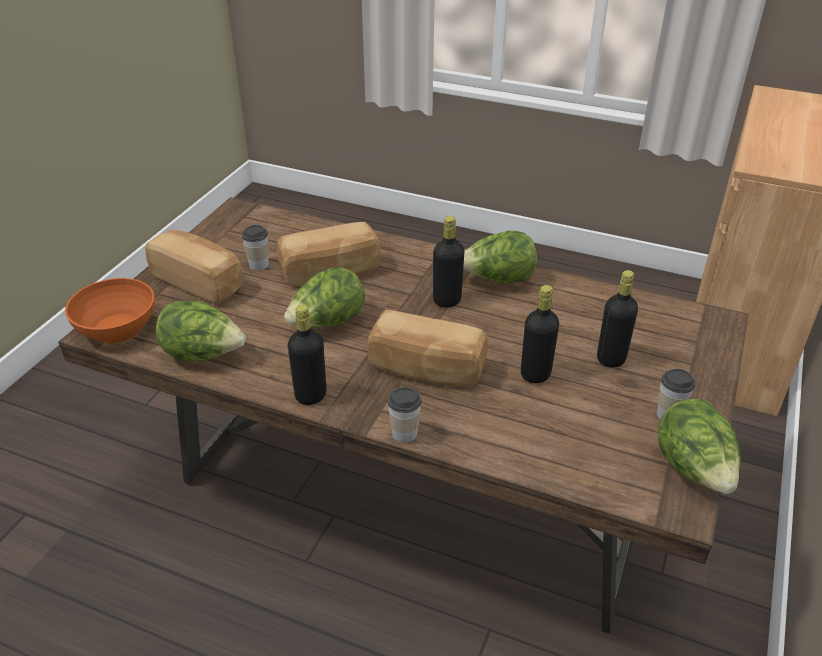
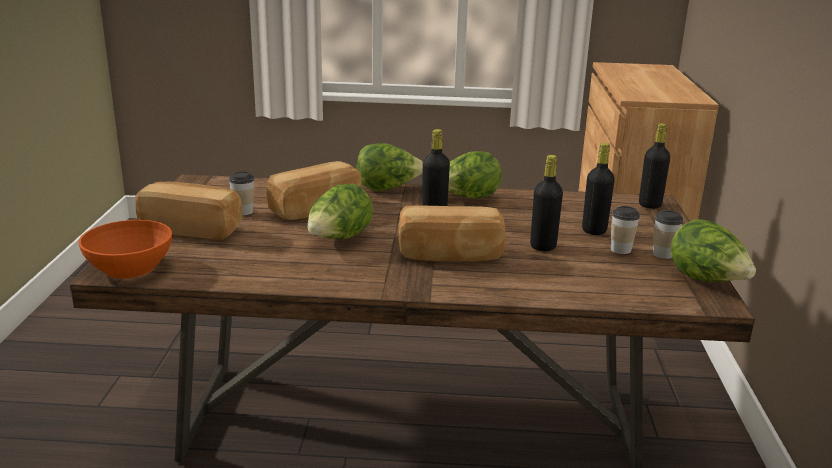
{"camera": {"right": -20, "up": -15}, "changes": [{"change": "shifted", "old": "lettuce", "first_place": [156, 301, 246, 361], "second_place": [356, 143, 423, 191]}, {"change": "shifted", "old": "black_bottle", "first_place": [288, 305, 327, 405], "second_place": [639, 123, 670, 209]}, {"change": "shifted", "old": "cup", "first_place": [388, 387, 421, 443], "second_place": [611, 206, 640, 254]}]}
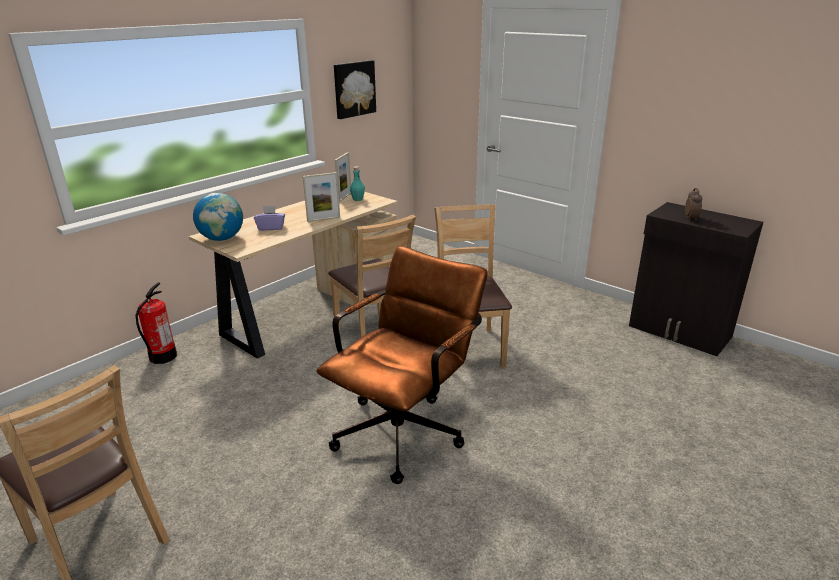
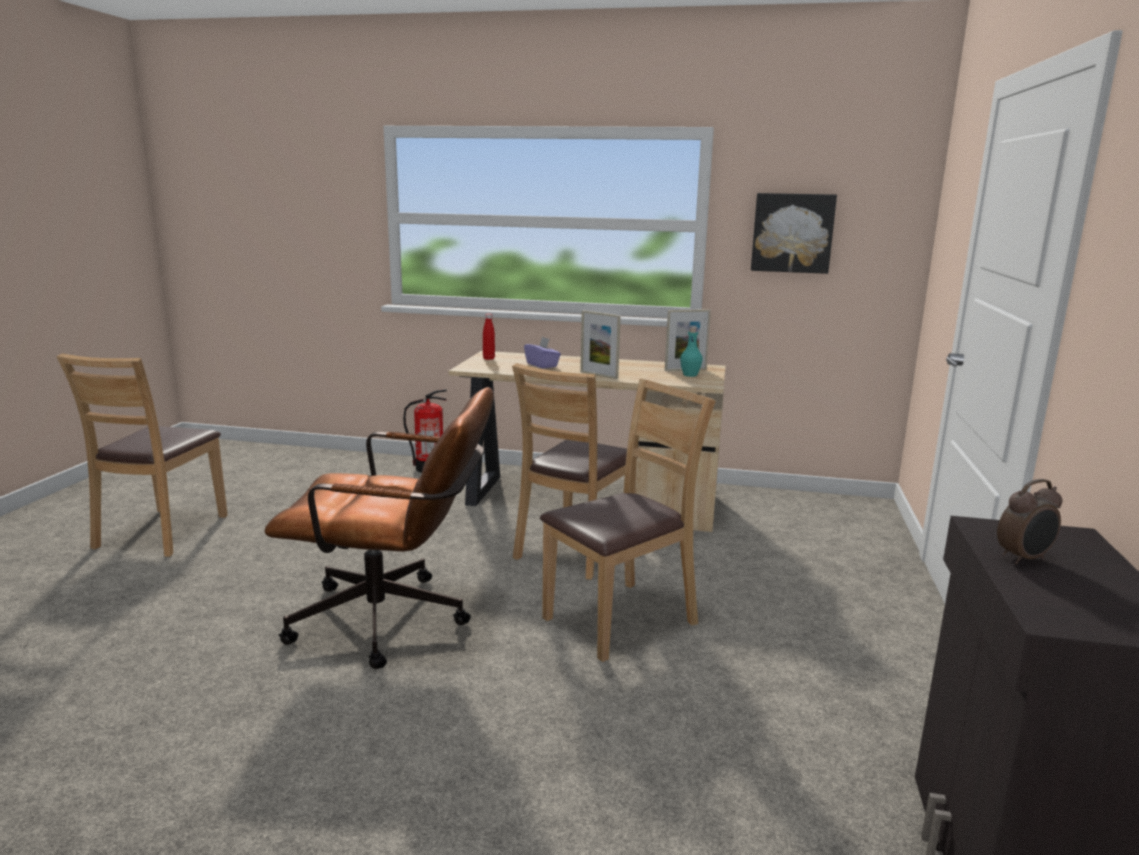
{"camera": {"right": 60, "up": -10}, "changes": [{"change": "swapped", "old": "globe", "new": "red_bottle", "first_place": [193, 193, 243, 241], "second_place": [483, 314, 495, 360]}]}
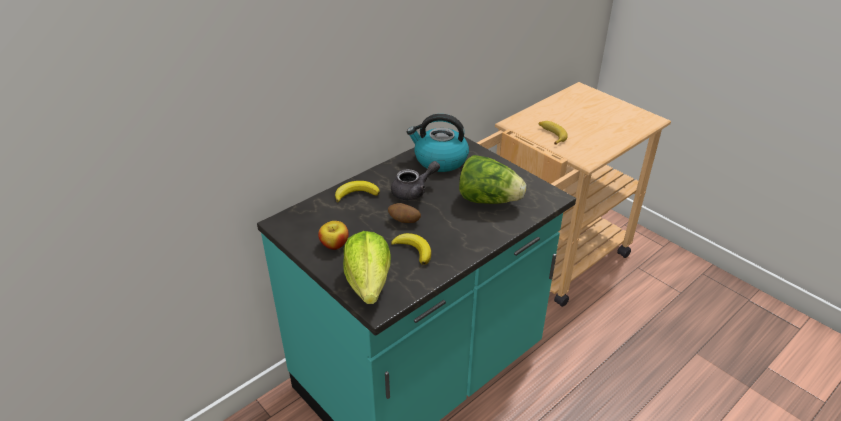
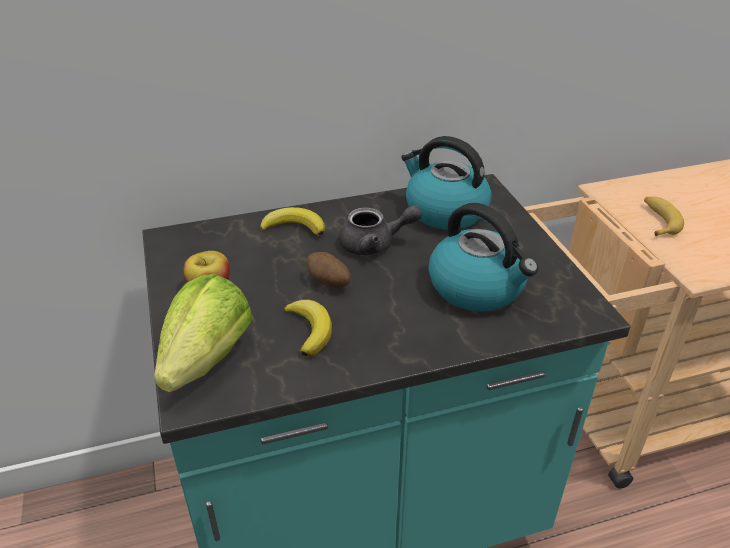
{"camera": {"right": 25, "up": 0}, "changes": [{"change": "swapped", "old": "lettuce", "new": "kettle", "first_place": [459, 155, 526, 204], "second_place": [429, 203, 538, 311]}]}
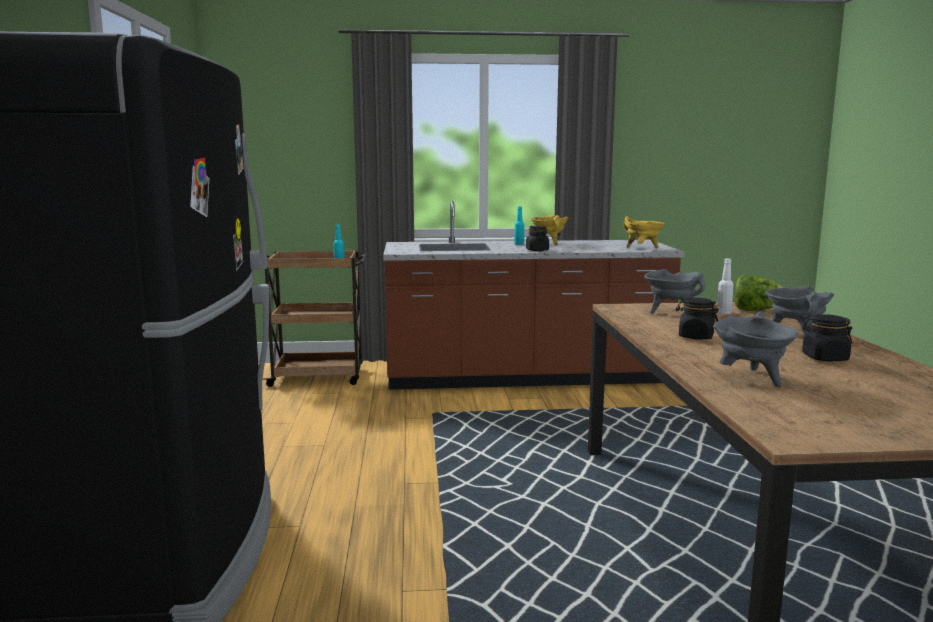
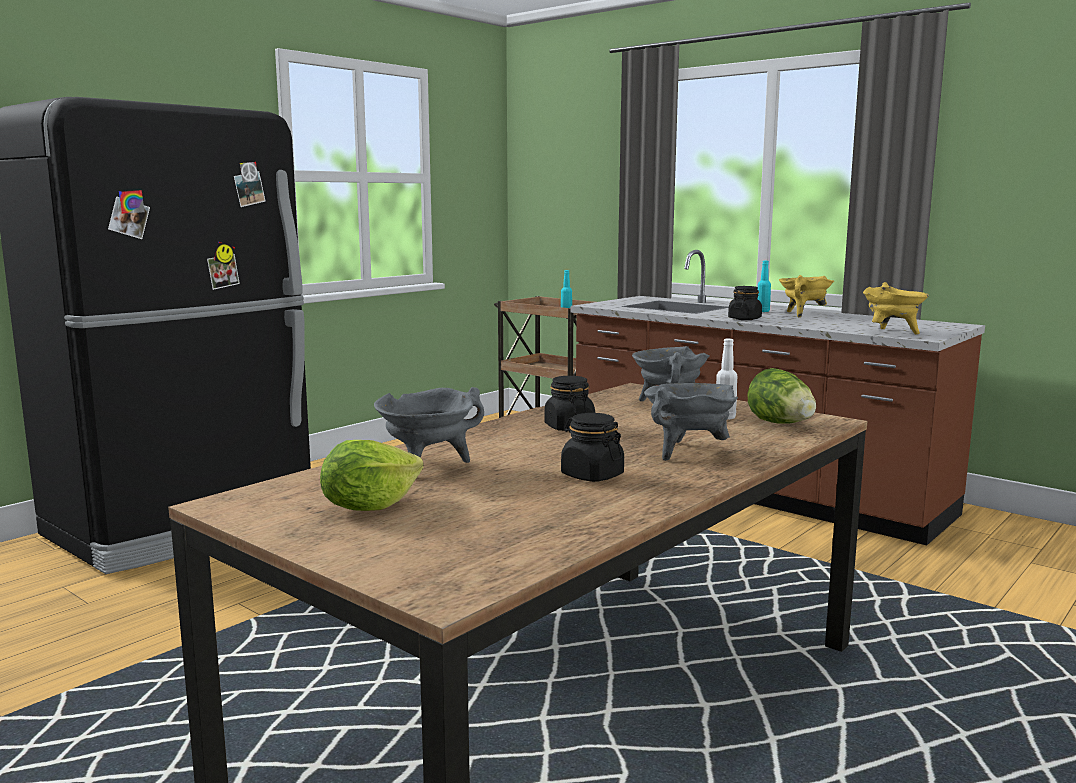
{"camera": {"right": 45, "up": 0}, "changes": [{"change": "new", "new": "lettuce", "second_place": [320, 440, 424, 511]}]}
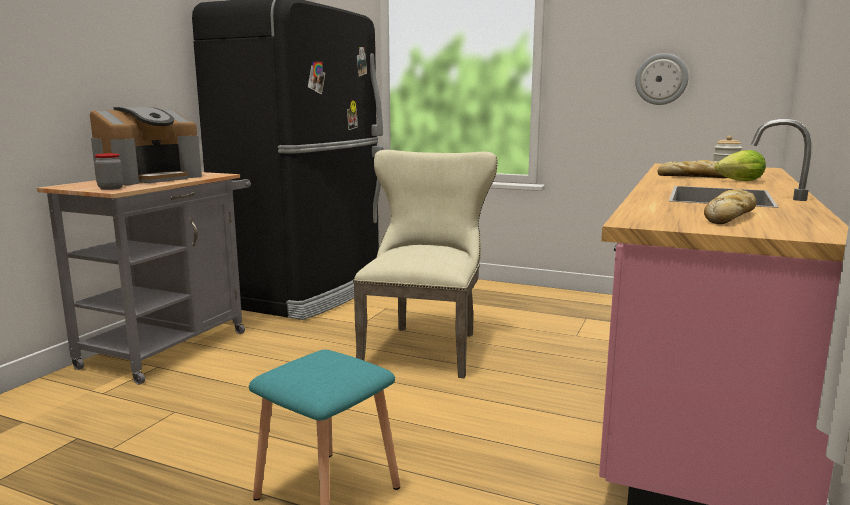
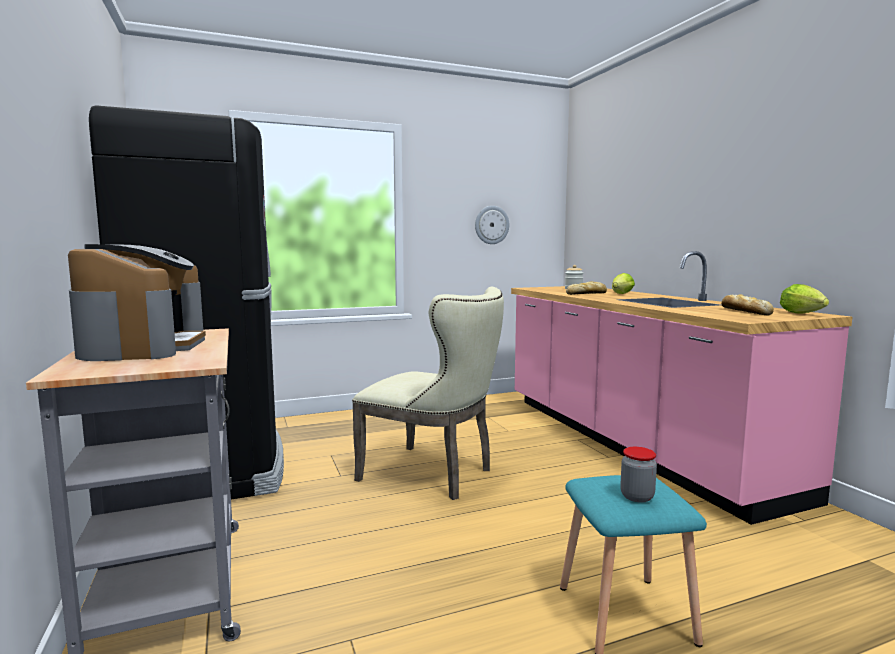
{"camera": {"right": -45, "up": -5}, "changes": [{"change": "rotated", "old": "beige_chair", "first_place": [353, 150, 497, 378], "second_place": [352, 287, 504, 500], "degrees": 150}, {"change": "shifted", "old": "jar", "first_place": [95, 153, 123, 190], "second_place": [620, 447, 657, 503]}, {"change": "new", "new": "lettuce", "second_place": [780, 284, 829, 314]}]}
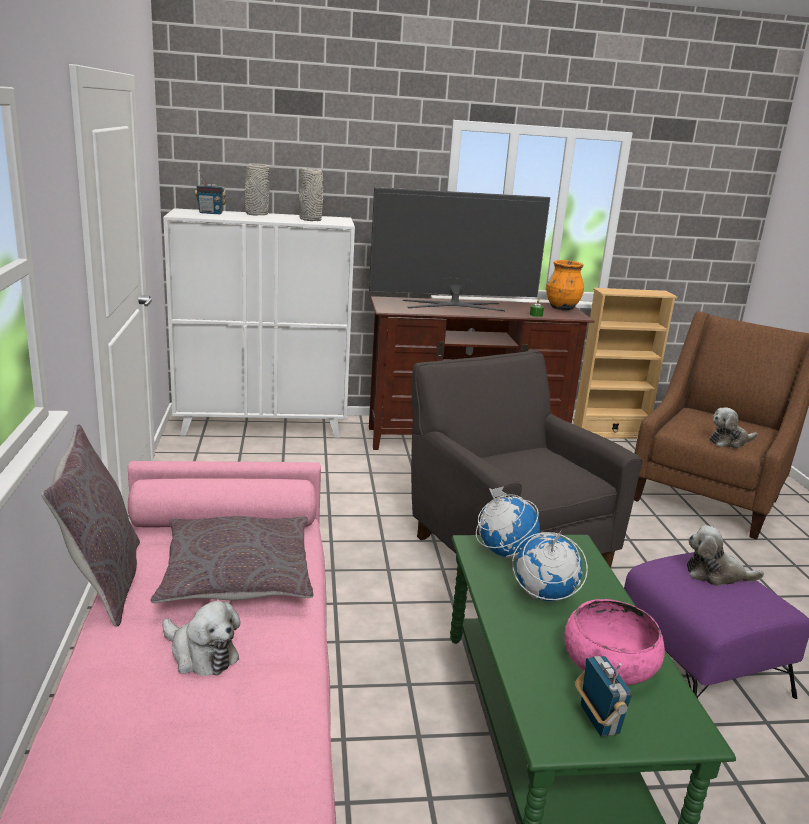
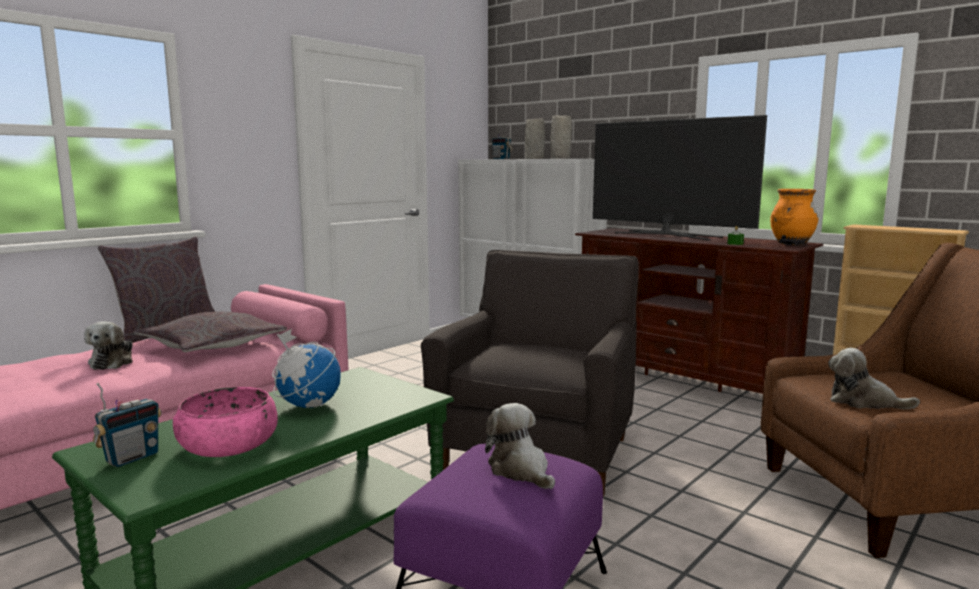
{"camera": {"right": 50, "up": -10}, "changes": [{"change": "gone", "old": "globe", "first_place": [476, 486, 540, 558]}]}
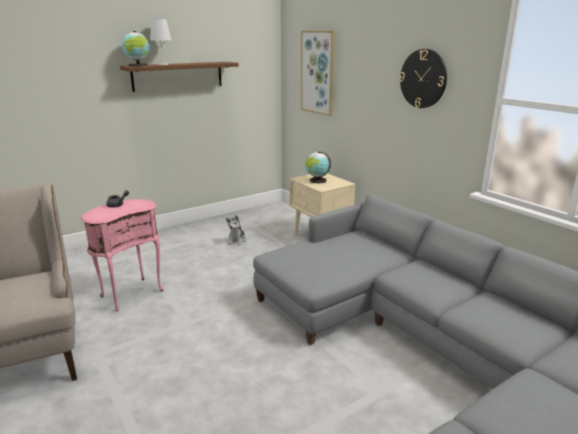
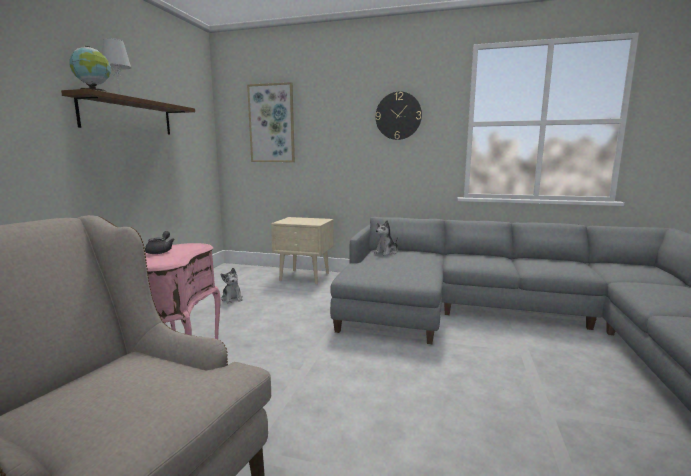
{"camera": {"right": -40, "up": -10}, "changes": [{"change": "gone", "old": "globe", "first_place": [305, 151, 331, 184]}, {"change": "new", "new": "plush_toy", "second_place": [374, 220, 398, 256]}]}
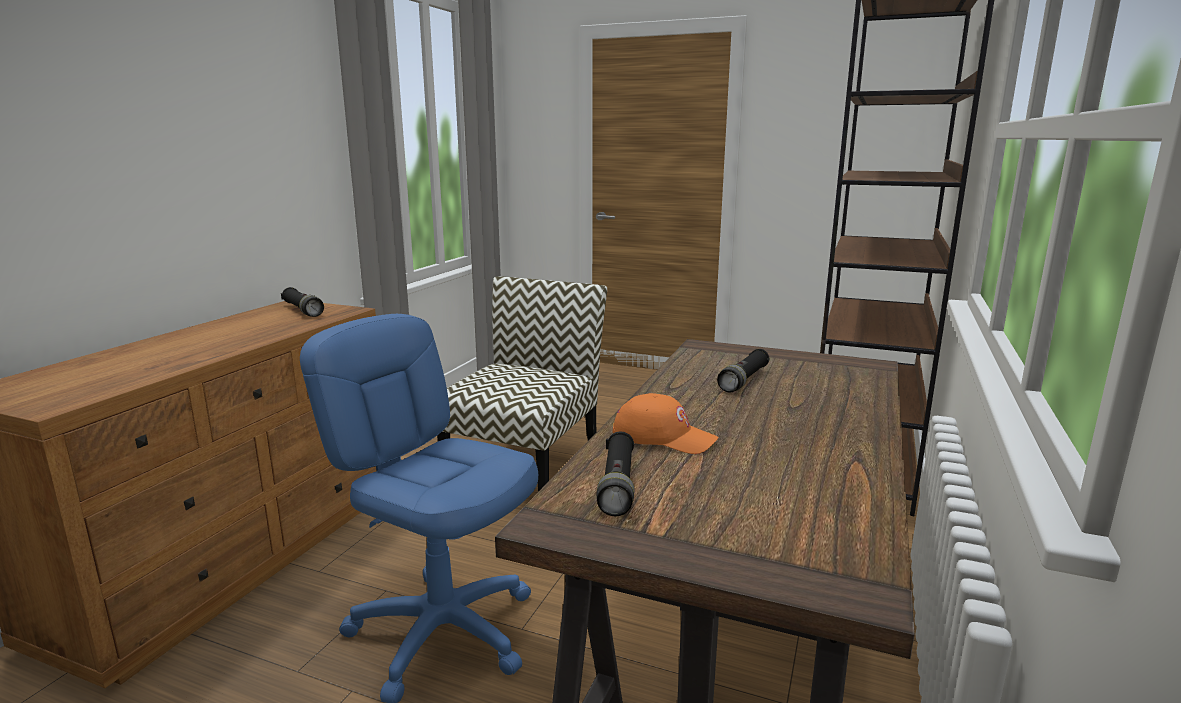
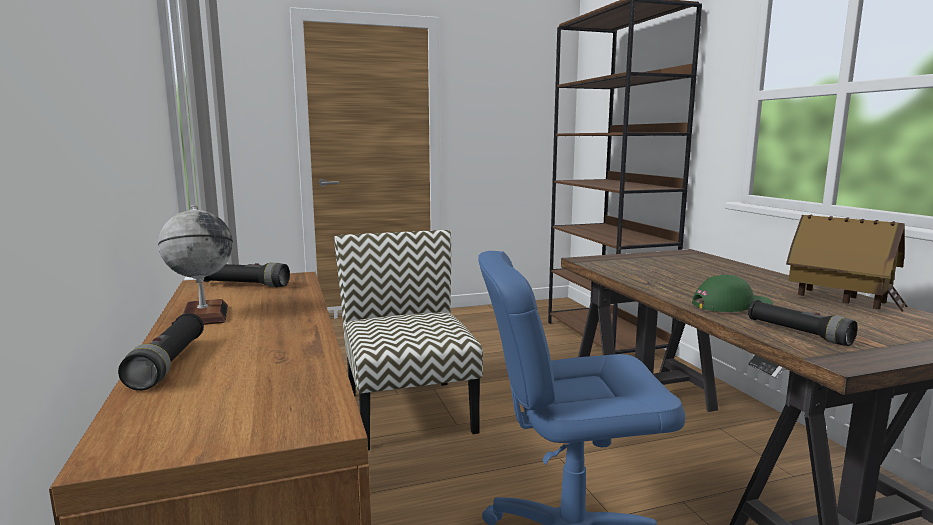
{"camera": {"right": -40, "up": -5}, "changes": [{"change": "shifted", "old": "black_flashlight", "first_place": [717, 349, 769, 392], "second_place": [118, 313, 204, 391]}, {"change": "repainted", "old": "orange_cap", "new": "green_cap", "first_place": [612, 393, 718, 454], "second_place": [692, 275, 773, 312]}, {"change": "new", "new": "globe", "second_place": [158, 205, 233, 325]}, {"change": "new", "new": "toy_house", "second_place": [786, 215, 908, 312]}]}
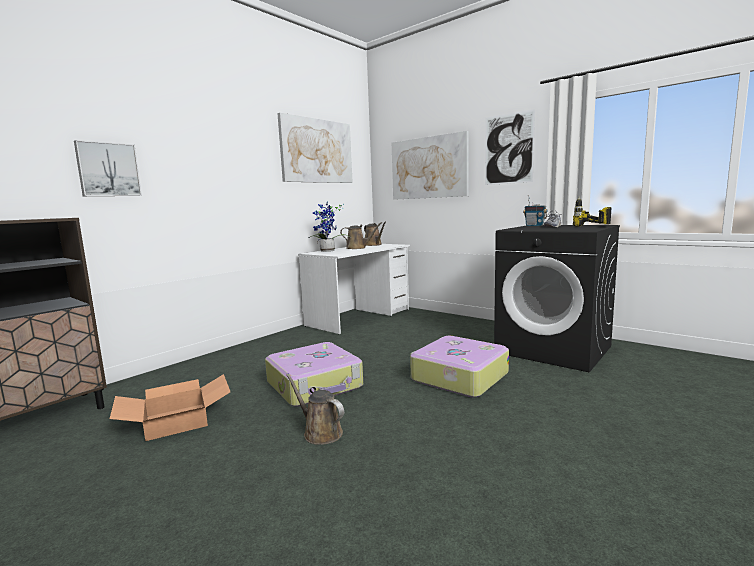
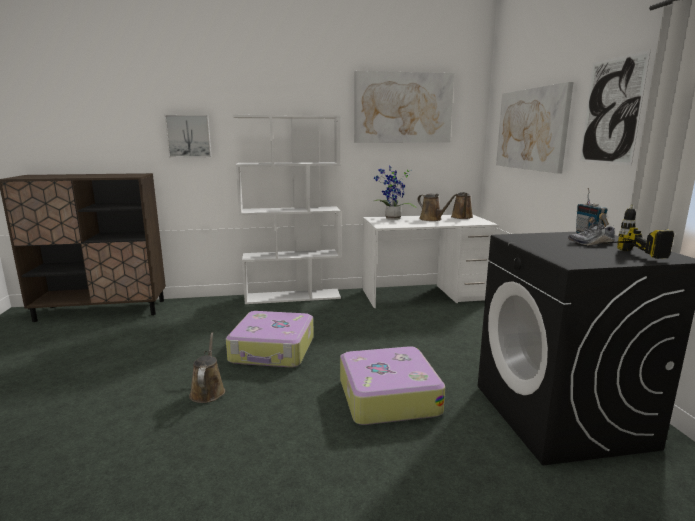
{"camera": {"right": 40, "up": 5}, "changes": [{"change": "gone", "old": "cardboard_box", "first_place": [110, 374, 230, 441]}, {"change": "new", "new": "white_bookcase", "second_place": [232, 115, 341, 304]}]}
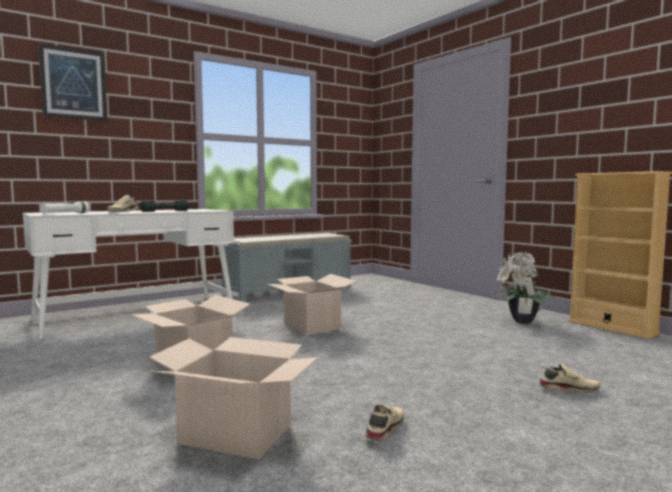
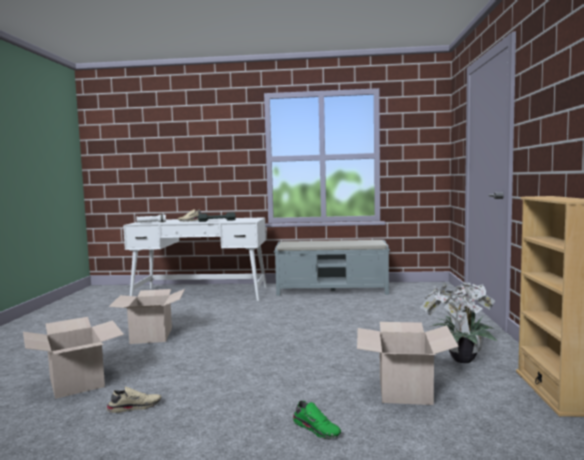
{"camera": {"right": 40, "up": 0}, "changes": [{"change": "gone", "old": "picture", "first_place": [38, 43, 107, 121]}, {"change": "shifted", "old": "cardboard_box", "first_place": [268, 274, 355, 335], "second_place": [357, 322, 459, 405]}, {"change": "repainted", "old": "beige_shoe", "new": "green_shoe", "first_place": [538, 364, 601, 393], "second_place": [293, 400, 341, 439]}]}
